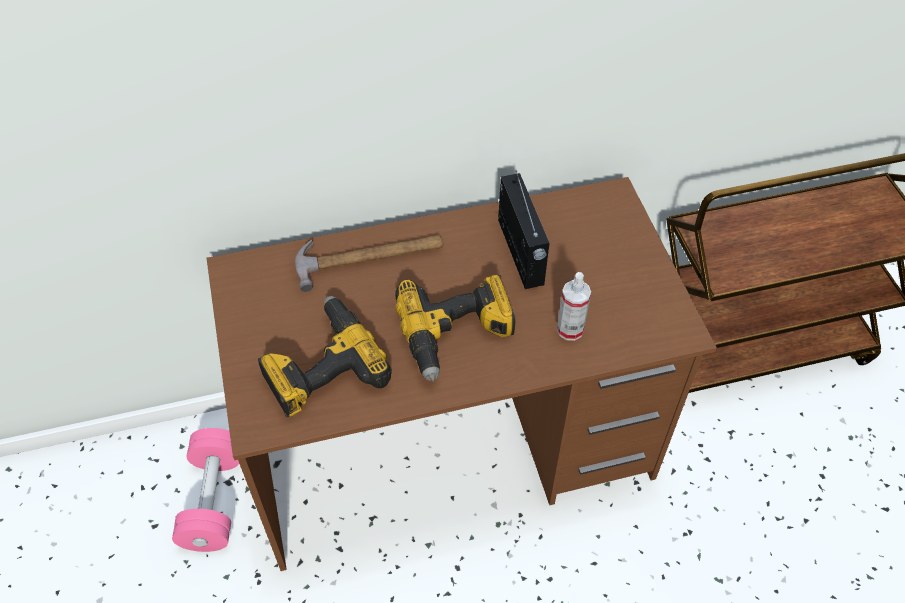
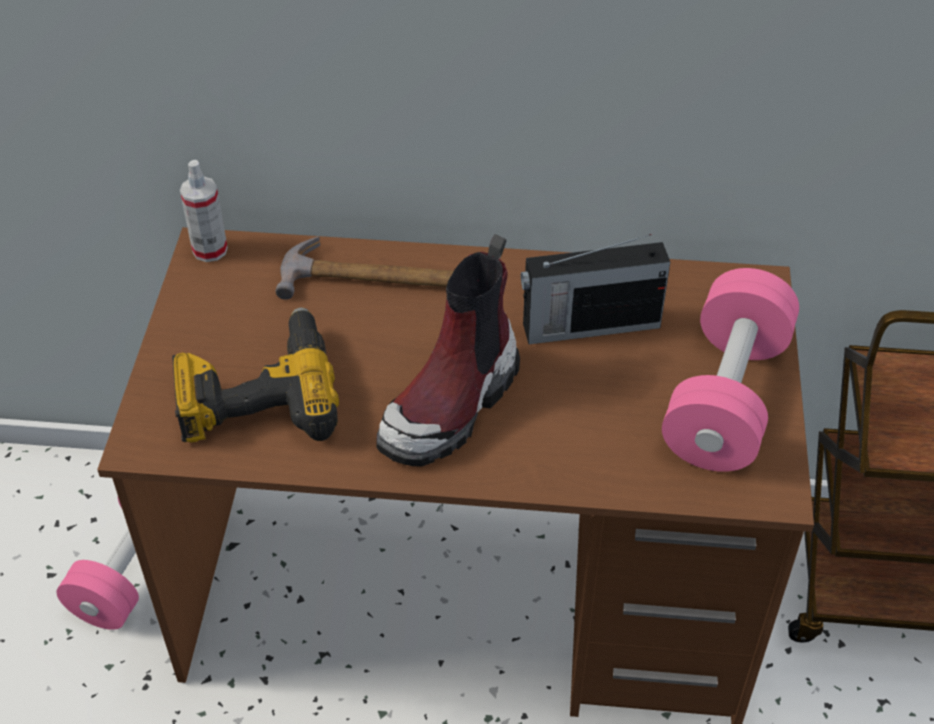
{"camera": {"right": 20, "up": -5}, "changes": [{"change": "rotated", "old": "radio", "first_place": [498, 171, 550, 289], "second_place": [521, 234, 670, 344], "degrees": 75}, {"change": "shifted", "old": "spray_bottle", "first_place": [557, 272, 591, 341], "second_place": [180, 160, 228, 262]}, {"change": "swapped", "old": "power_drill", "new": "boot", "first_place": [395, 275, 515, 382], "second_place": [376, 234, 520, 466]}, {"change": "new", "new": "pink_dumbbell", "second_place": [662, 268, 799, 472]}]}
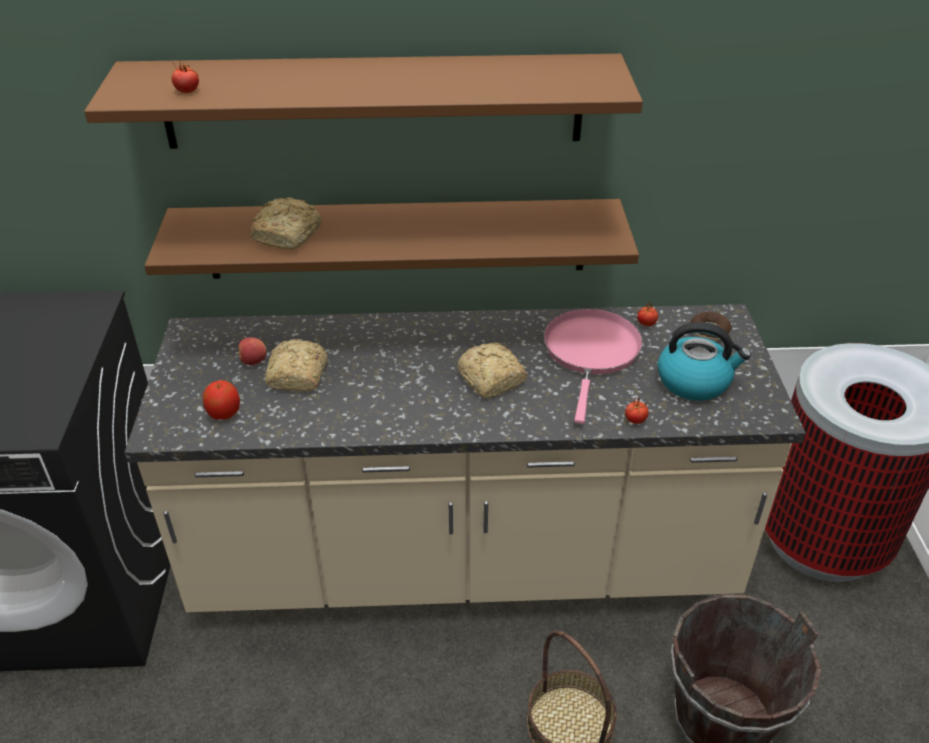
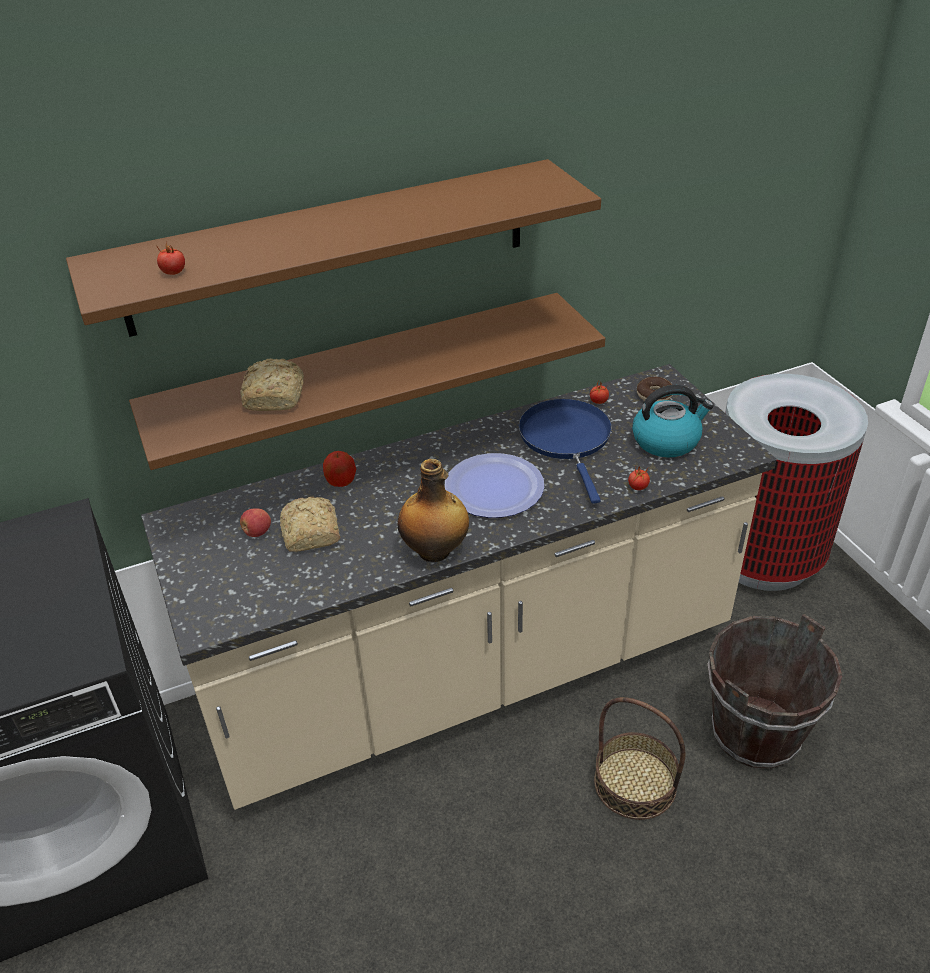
{"camera": {"right": -20, "up": 0}, "changes": [{"change": "repainted", "old": "pink_frying_pan", "new": "blue_frying_pan", "first_place": [544, 309, 643, 424], "second_place": [518, 399, 612, 504]}, {"change": "swapped", "old": "bread", "new": "plate", "first_place": [457, 342, 527, 398], "second_place": [445, 453, 544, 518]}, {"change": "shifted", "old": "apple", "first_place": [203, 380, 240, 420], "second_place": [323, 451, 356, 487]}, {"change": "new", "new": "bottle", "second_place": [397, 459, 469, 562]}]}
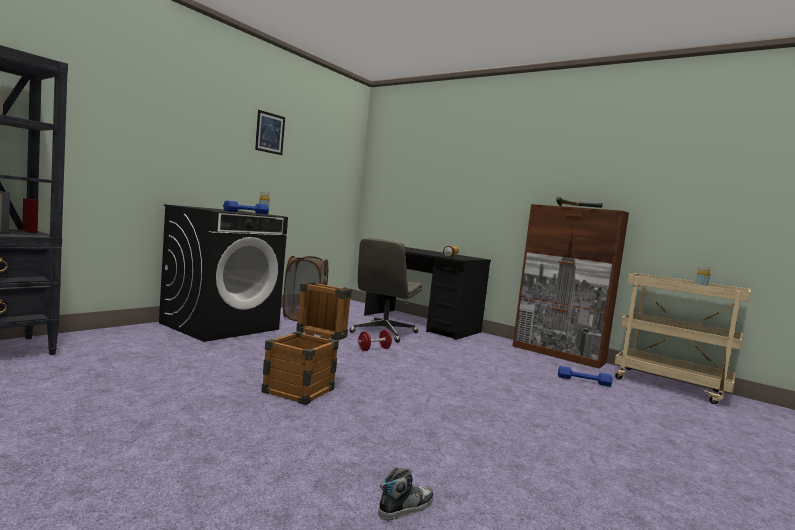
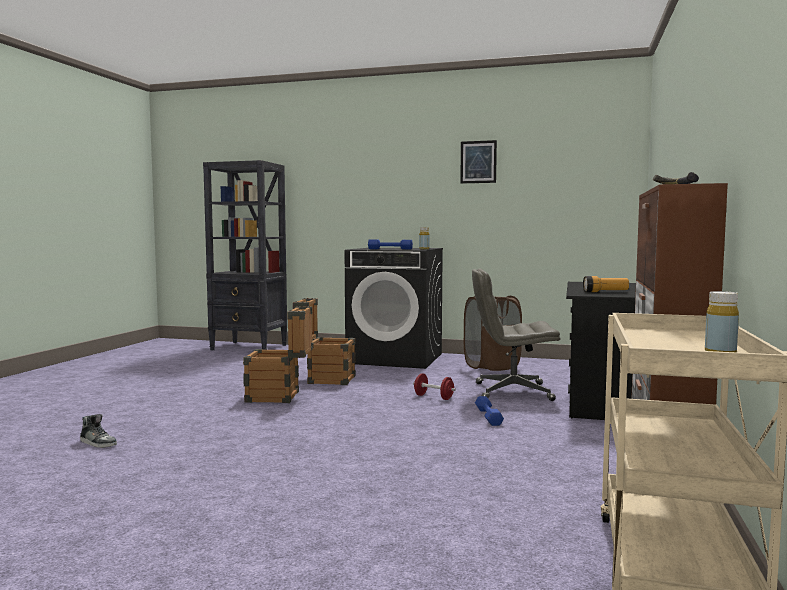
{"camera": {"right": 70, "up": 0}, "changes": [{"change": "shifted", "old": "blue_dumbbell", "first_place": [558, 366, 613, 387], "second_place": [475, 396, 504, 426]}, {"change": "new", "new": "crate", "second_place": [293, 298, 356, 385]}]}
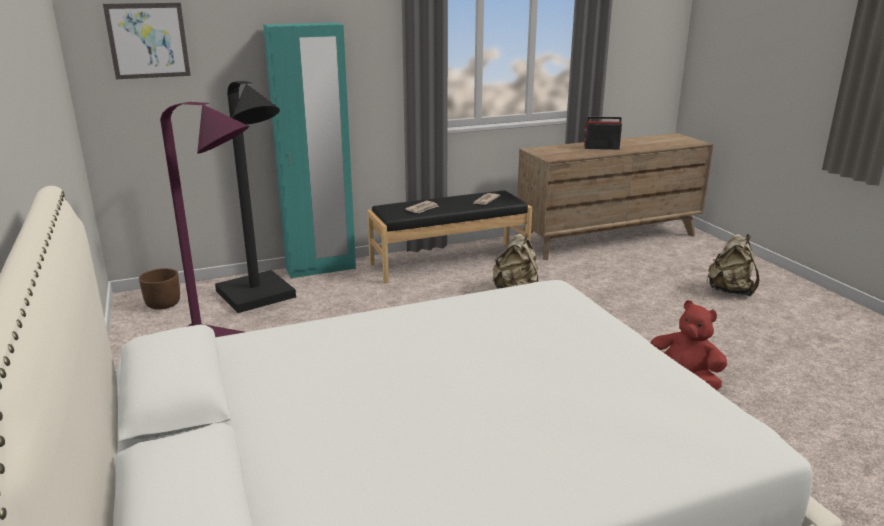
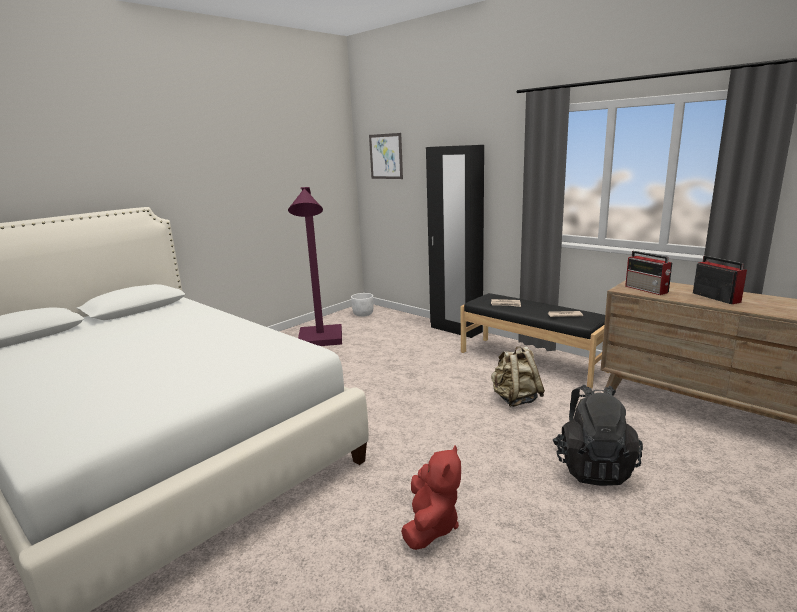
{"camera": {"right": 65, "up": -5}, "changes": [{"change": "repainted", "old": "turquoise_wardrobe", "new": "black_wardrobe", "first_place": [263, 22, 356, 279], "second_place": [426, 145, 484, 338]}, {"change": "gone", "old": "black_floor_lamp", "first_place": [215, 81, 296, 313]}, {"change": "gone", "old": "beige_backpack", "first_place": [707, 234, 759, 296]}, {"change": "repainted", "old": "brown_planter", "new": "white_planter", "first_place": [139, 268, 180, 310], "second_place": [351, 293, 373, 317]}, {"change": "new", "new": "radio", "second_place": [625, 251, 672, 295]}, {"change": "new", "new": "black_backpack", "second_place": [553, 385, 643, 486]}]}
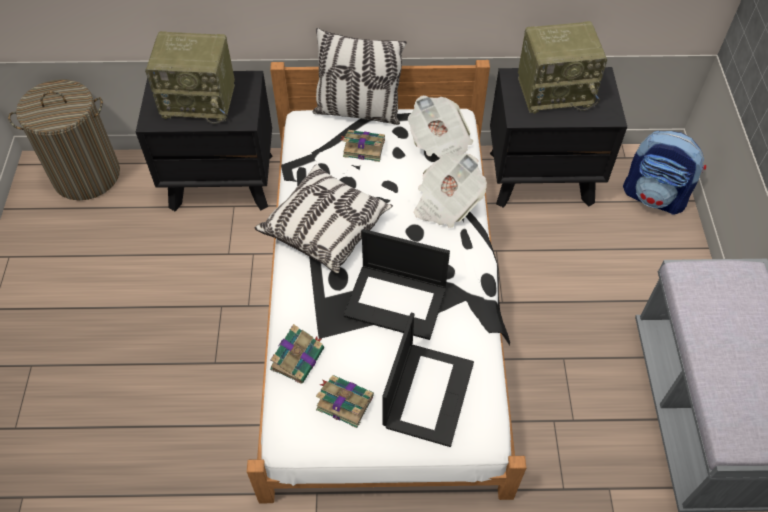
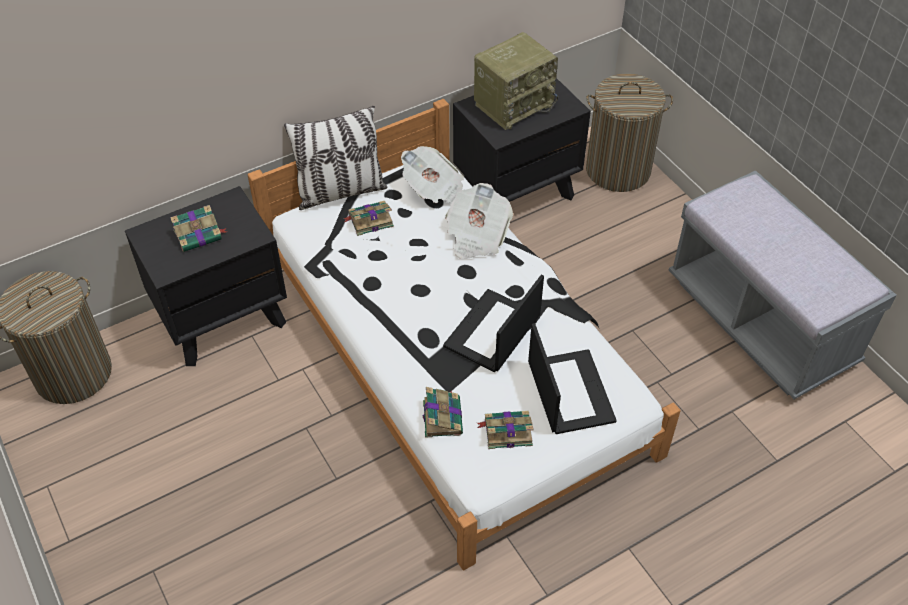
{"camera": {"right": -30, "up": -5}, "changes": [{"change": "swapped", "old": "radio", "new": "book", "first_place": [145, 31, 235, 124], "second_place": [170, 205, 227, 252]}, {"change": "swapped", "old": "backpack", "new": "laundry_basket", "first_place": [623, 131, 706, 215], "second_place": [586, 74, 673, 192]}, {"change": "gone", "old": "pillow", "first_place": [255, 165, 393, 273]}, {"change": "rotated", "old": "laptop", "first_place": [343, 229, 450, 340], "second_place": [443, 275, 544, 372], "degrees": 135}]}
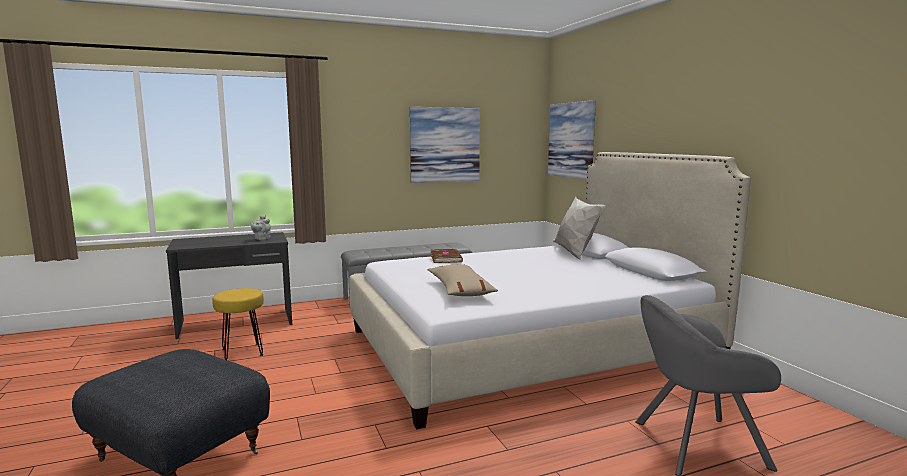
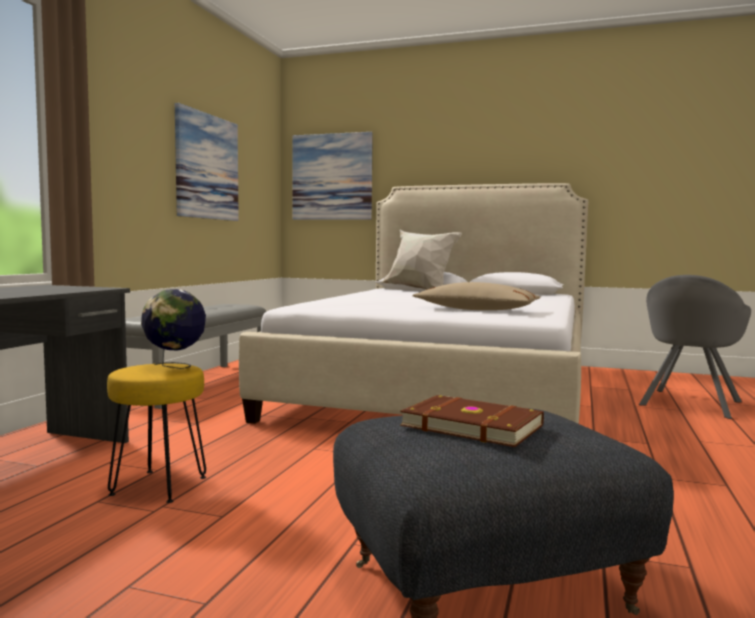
{"camera": {"right": -50, "up": -5}, "changes": [{"change": "gone", "old": "grey_teapot", "first_place": [250, 215, 271, 240]}, {"change": "shifted", "old": "brown_book", "first_place": [430, 249, 463, 263], "second_place": [400, 395, 544, 447]}, {"change": "new", "new": "globe", "second_place": [141, 289, 206, 369]}]}
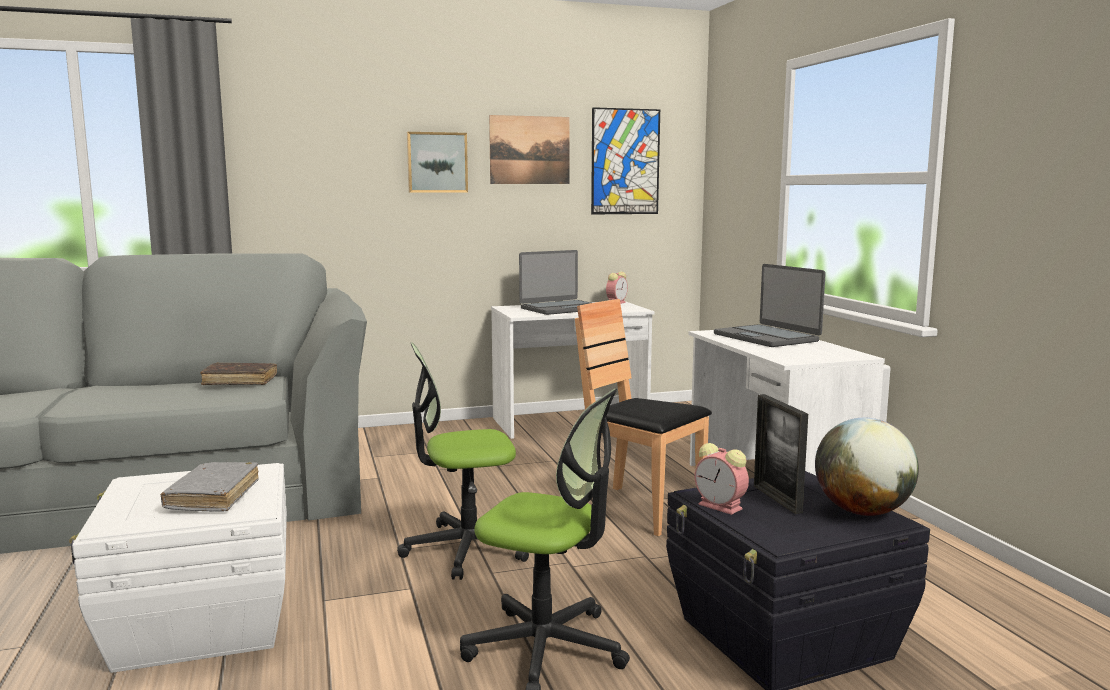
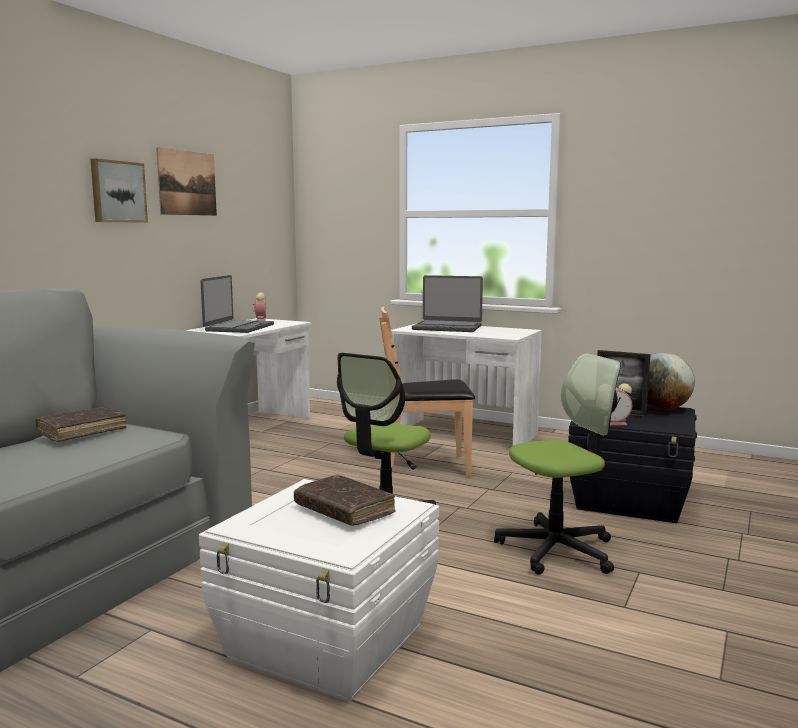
{"camera": {"right": -45, "up": 0}, "changes": [{"change": "gone", "old": "picture", "first_place": [591, 107, 660, 214]}, {"change": "repainted", "old": "grey_book", "new": "brown_book", "first_place": [161, 462, 259, 511], "second_place": [294, 475, 396, 526]}]}
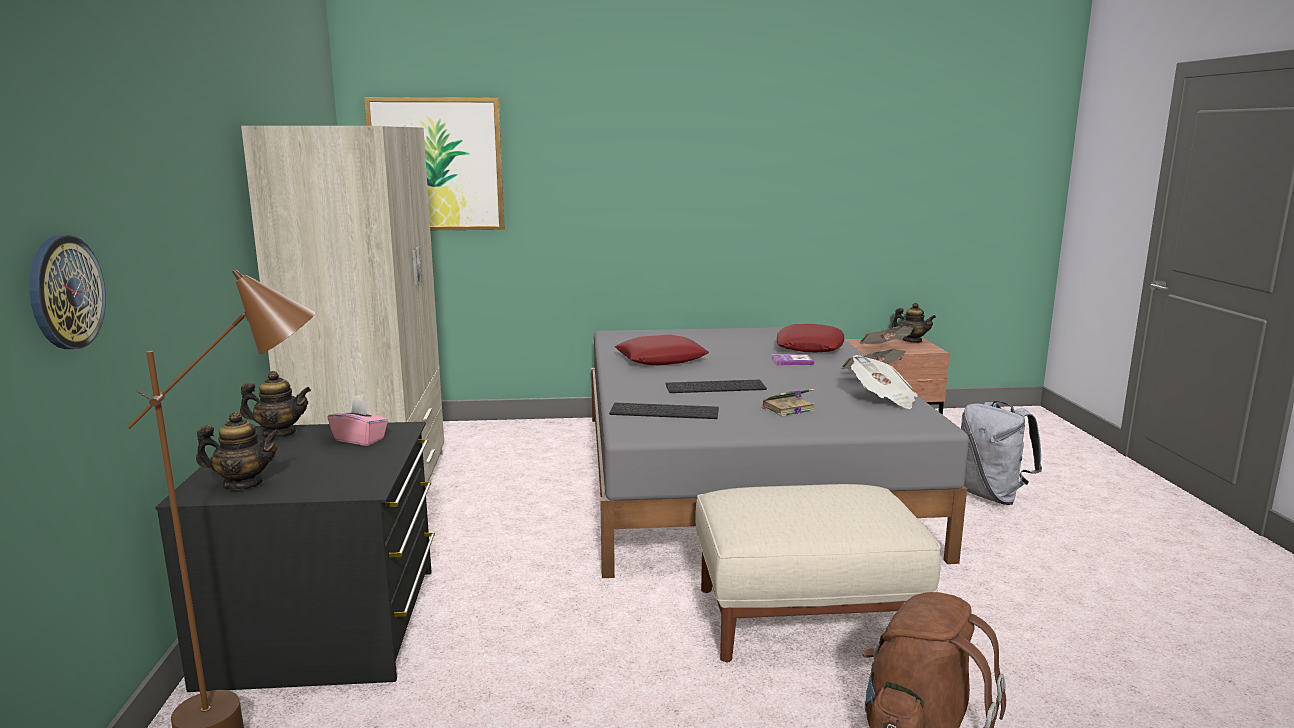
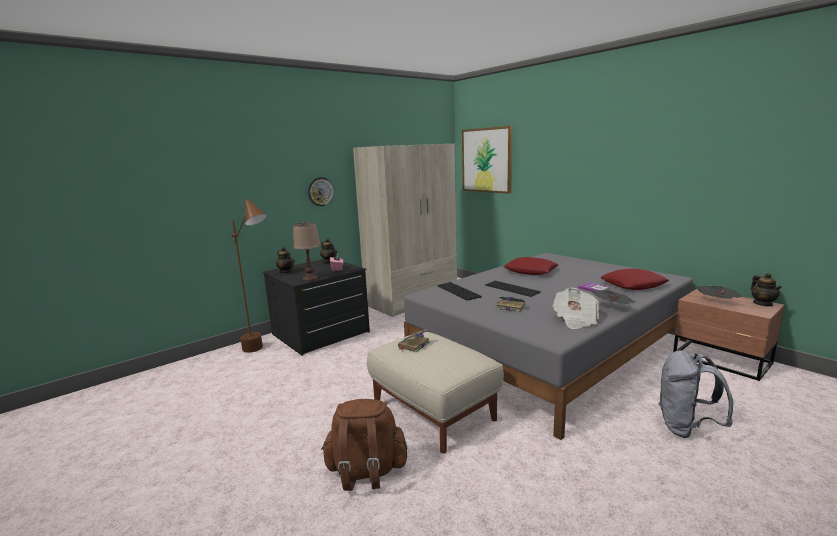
{"camera": {"right": 55, "up": 0}, "changes": [{"change": "shifted", "old": "wall_clock", "first_place": [29, 235, 106, 349], "second_place": [307, 177, 334, 207]}, {"change": "new", "new": "brown_table_lamp", "second_place": [293, 223, 321, 281]}, {"change": "new", "new": "book", "second_place": [398, 329, 430, 352]}]}
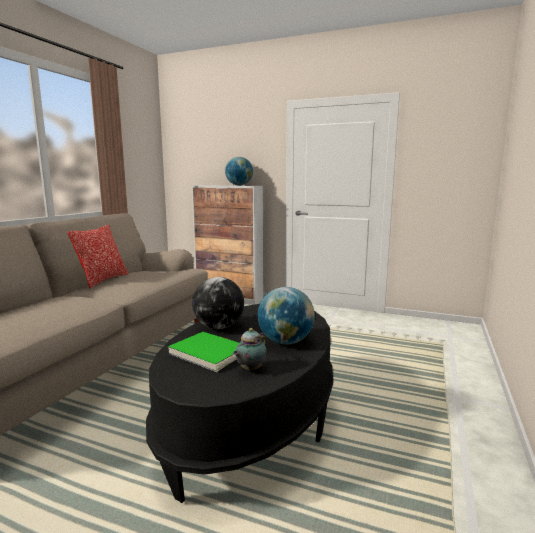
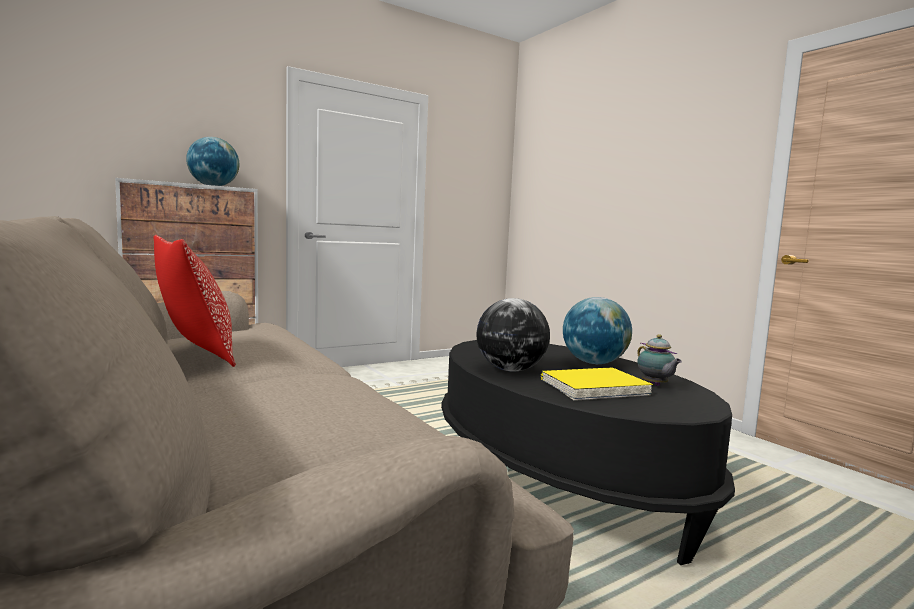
{"camera": {"right": -55, "up": -5}, "changes": [{"change": "repainted", "old": "green_book", "new": "yellow_book", "first_place": [168, 332, 239, 372], "second_place": [541, 367, 653, 401]}]}
